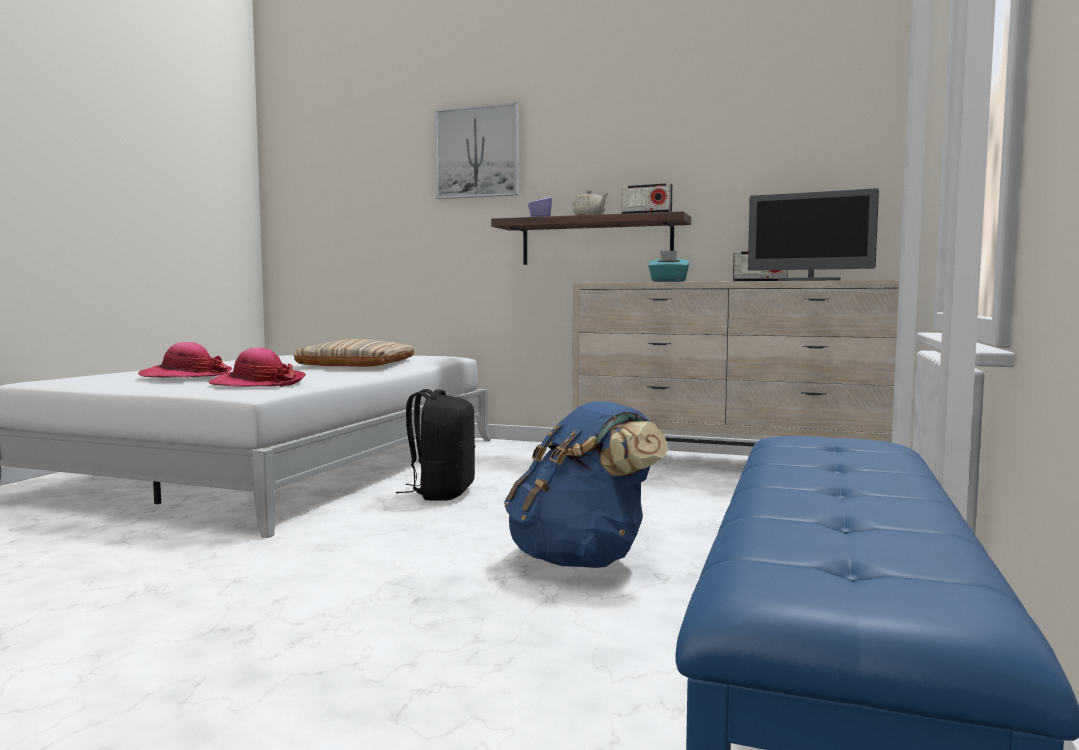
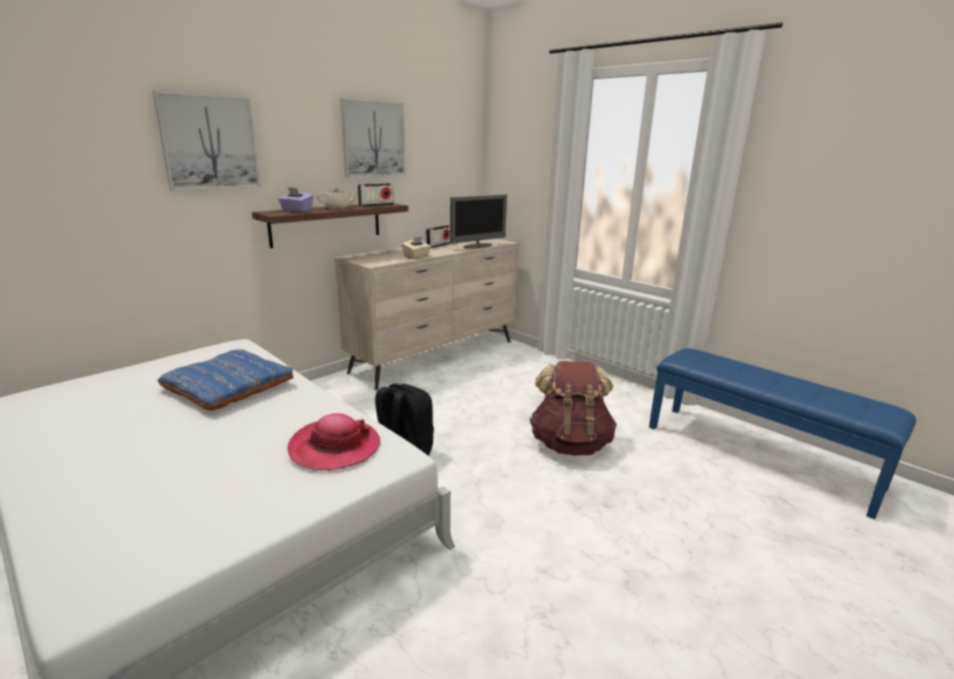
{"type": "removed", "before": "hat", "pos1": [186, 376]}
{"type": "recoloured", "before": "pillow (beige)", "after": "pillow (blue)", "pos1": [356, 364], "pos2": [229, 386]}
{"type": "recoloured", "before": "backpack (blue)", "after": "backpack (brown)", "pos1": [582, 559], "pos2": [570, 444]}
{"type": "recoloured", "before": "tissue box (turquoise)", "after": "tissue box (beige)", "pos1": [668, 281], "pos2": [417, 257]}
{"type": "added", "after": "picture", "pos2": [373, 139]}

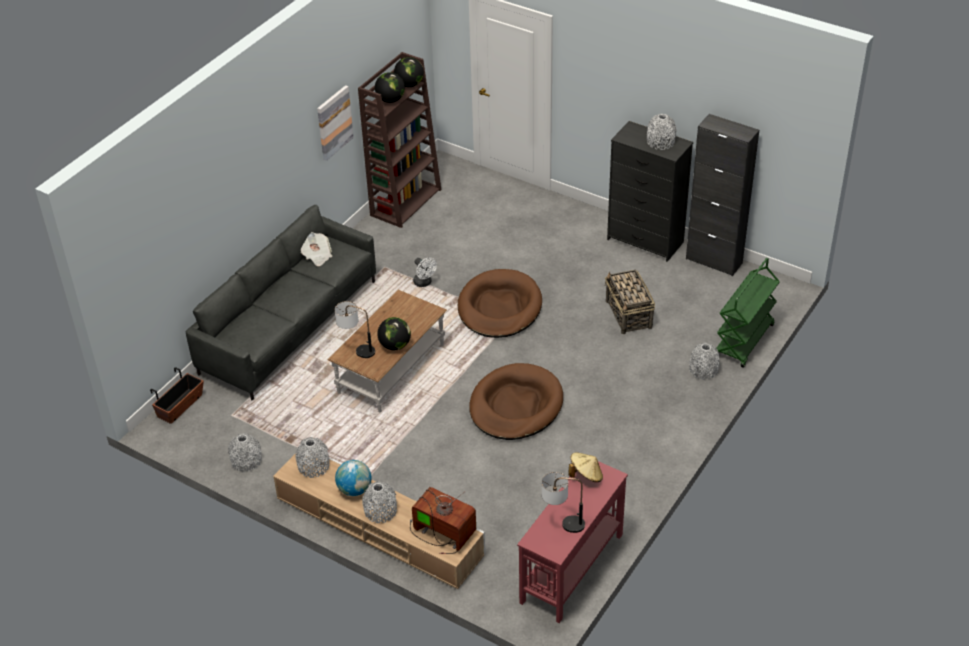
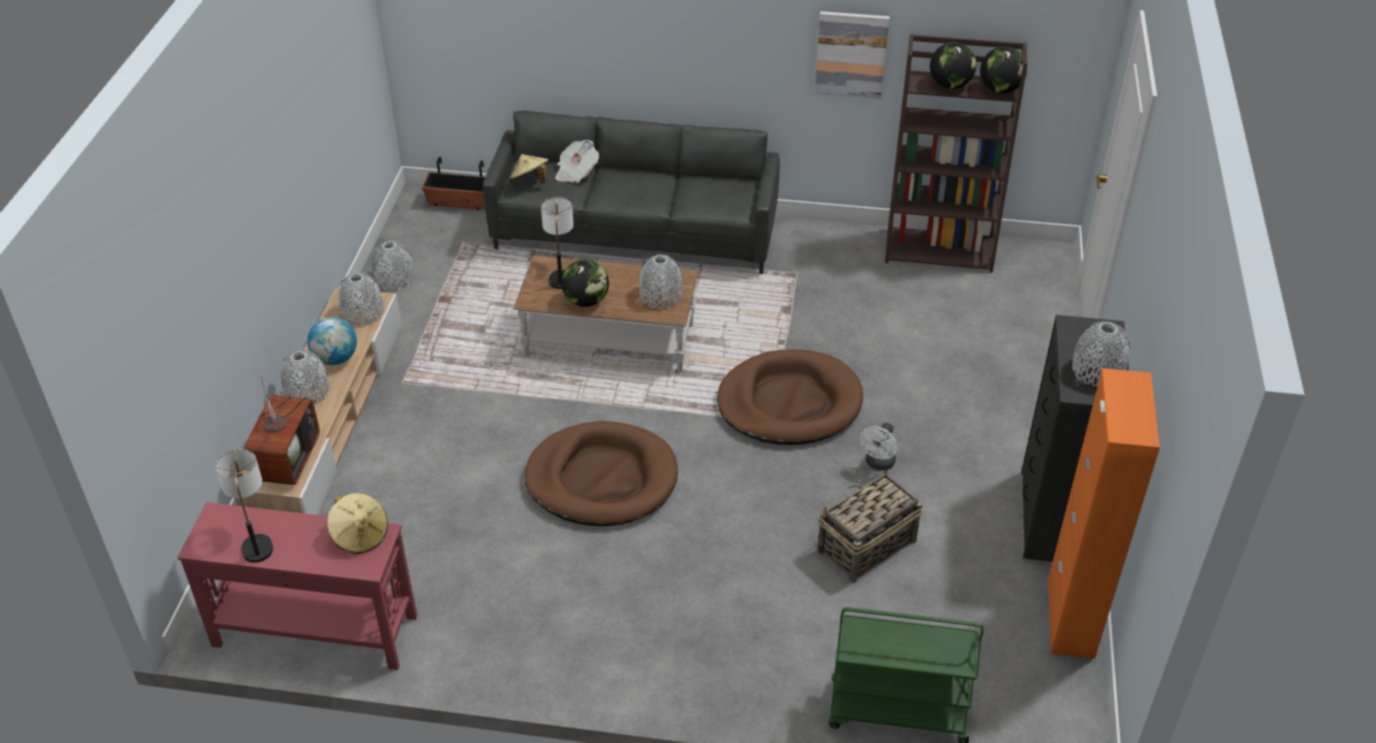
{"type": "moved", "before": "newspaper", "pos1": [317, 255], "pos2": [576, 172]}
{"type": "moved", "before": "fan (white)", "pos1": [424, 283], "pos2": [878, 464]}
{"type": "recoloured", "before": "cabinet (black)", "after": "cabinet (orange)", "pos1": [714, 261], "pos2": [1070, 618]}
{"type": "moved", "before": "vase (grey)", "pos1": [703, 370], "pos2": [661, 296]}
{"type": "added", "after": "hat (beige)", "pos2": [530, 181]}

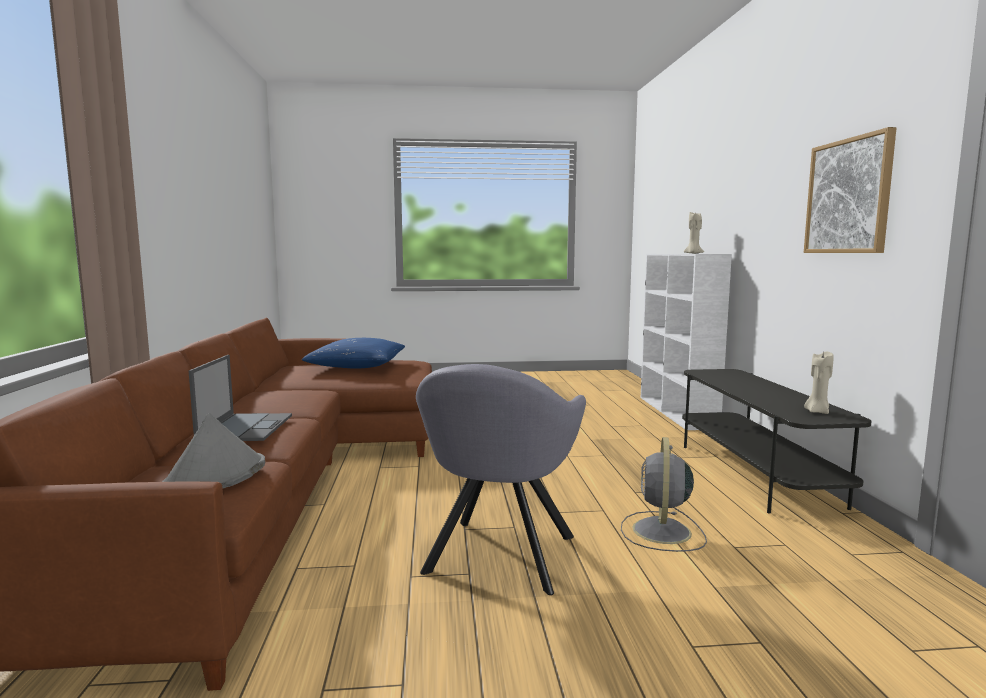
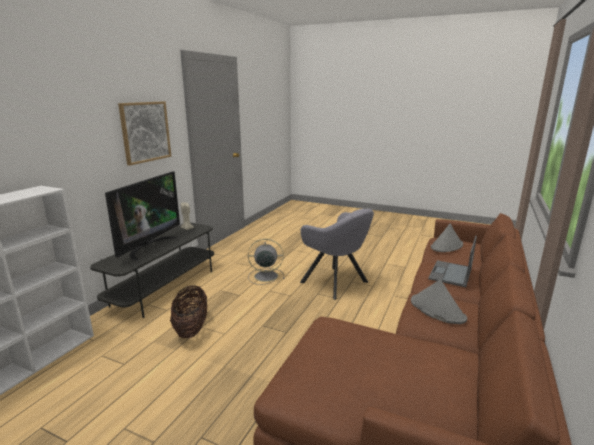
{"type": "removed", "before": "pillow (blue)", "pos1": [357, 366]}
{"type": "turned", "before": "armchair (grey)", "pos1": [498, 558], "pos2": [337, 283], "turn": 90}
{"type": "turned", "before": "fan (grey)", "pos1": [661, 532], "pos2": [265, 276], "turn": -135}
{"type": "removed", "before": "candle (beige)", "pos1": [693, 253]}
{"type": "added", "after": "television", "pos2": [148, 247]}
{"type": "added", "after": "basket", "pos2": [191, 328]}
{"type": "added", "after": "hat (grey)", "pos2": [437, 309]}

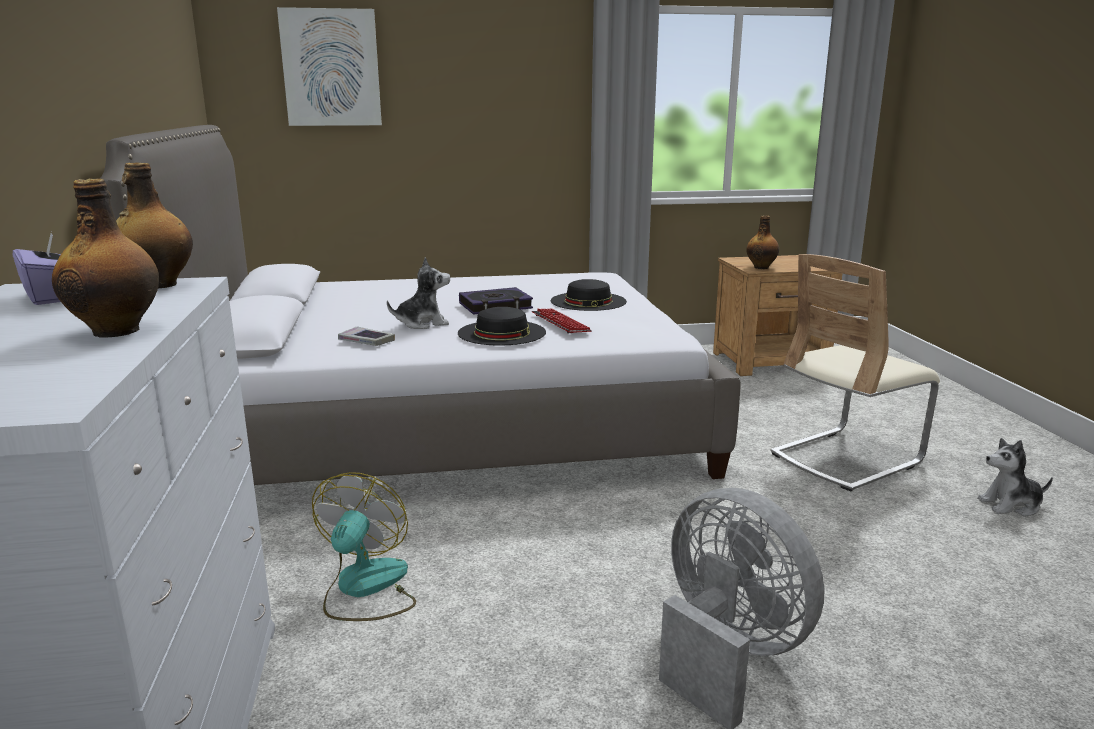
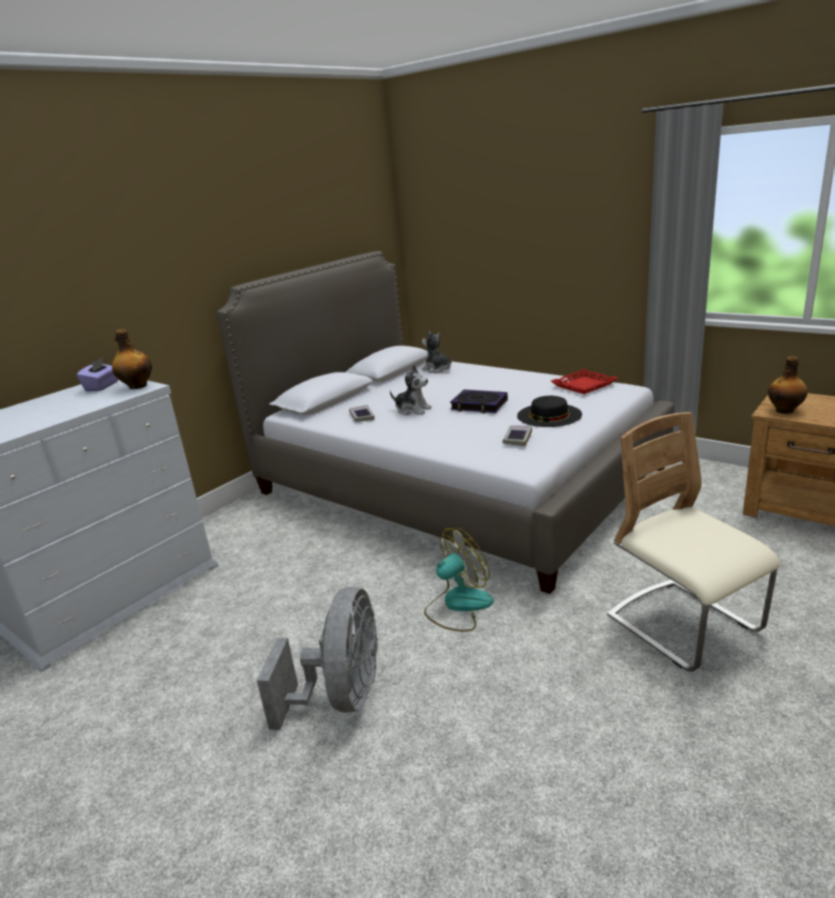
{"type": "removed", "before": "bottle", "pos1": [117, 330]}
{"type": "removed", "before": "picture", "pos1": [331, 68]}
{"type": "moved", "before": "fan", "pos1": [365, 588], "pos2": [458, 605]}
{"type": "removed", "before": "hat (black)", "pos1": [502, 332]}
{"type": "removed", "before": "keyboard", "pos1": [560, 323]}
{"type": "turned", "before": "chair (beige)", "pos1": [845, 458], "pos2": [683, 625], "turn": 45}
{"type": "moved", "before": "plush toy", "pos1": [1011, 505], "pos2": [437, 369]}
{"type": "added", "after": "book", "pos2": [517, 438]}
{"type": "added", "after": "tray (red)", "pos2": [583, 385]}

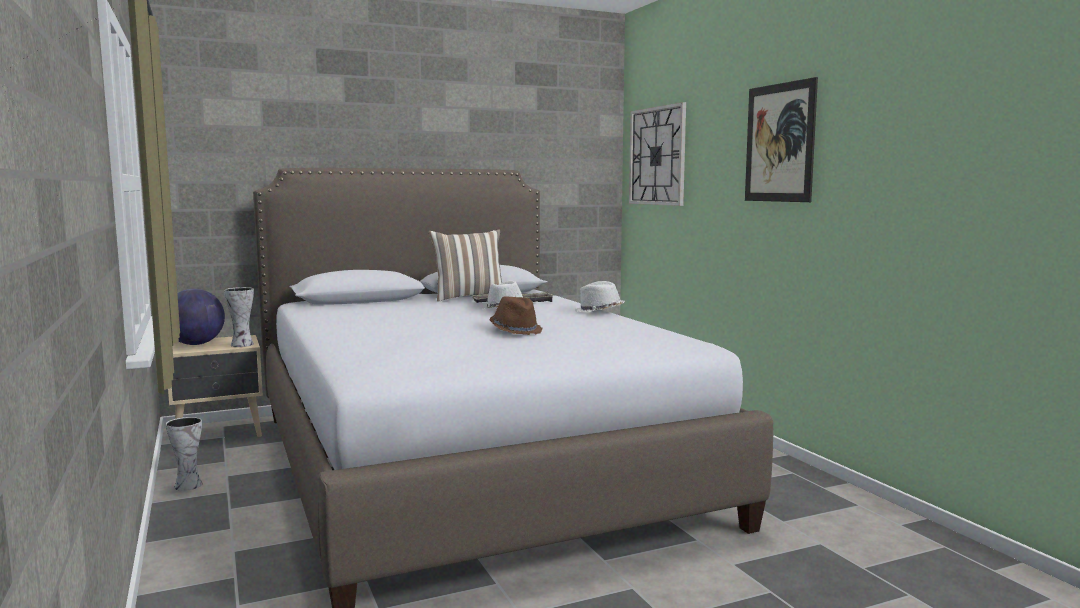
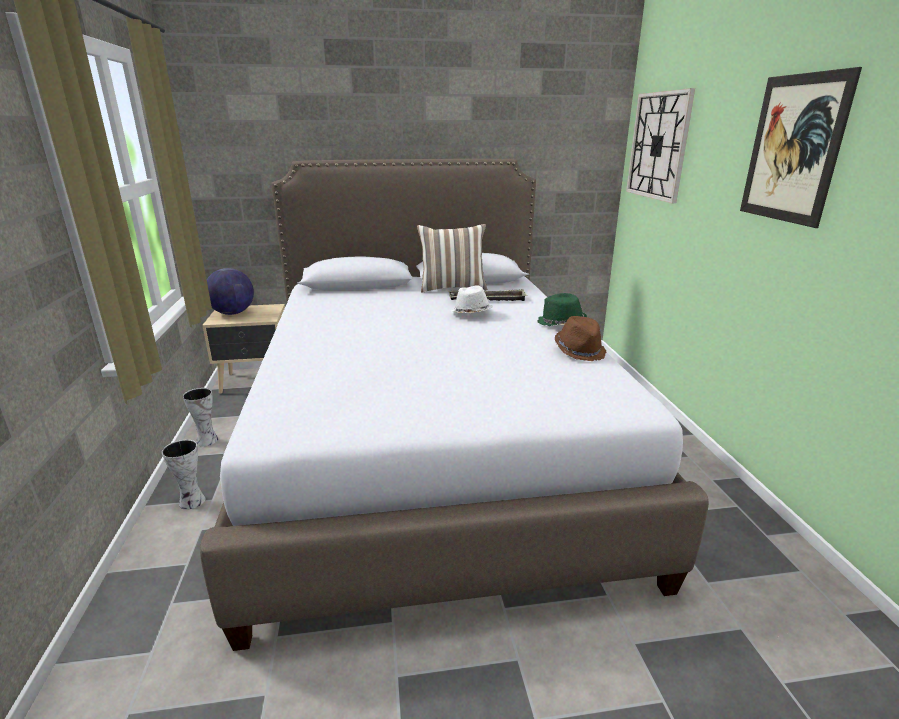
{"type": "moved", "before": "vase", "pos1": [241, 345], "pos2": [191, 502]}
{"type": "moved", "before": "hat (brown)", "pos1": [516, 330], "pos2": [579, 351]}
{"type": "recoloured", "before": "hat (white)", "after": "hat (green)", "pos1": [599, 311], "pos2": [560, 323]}

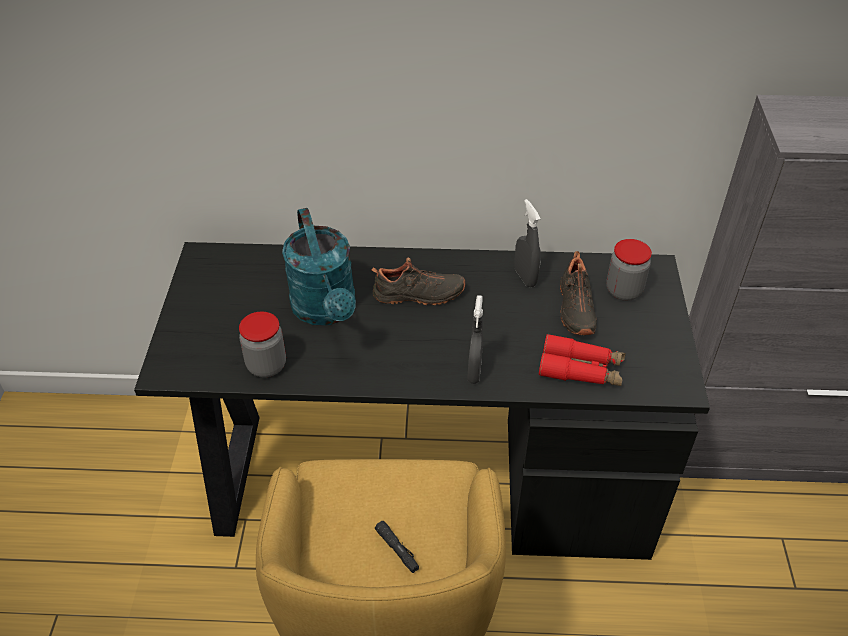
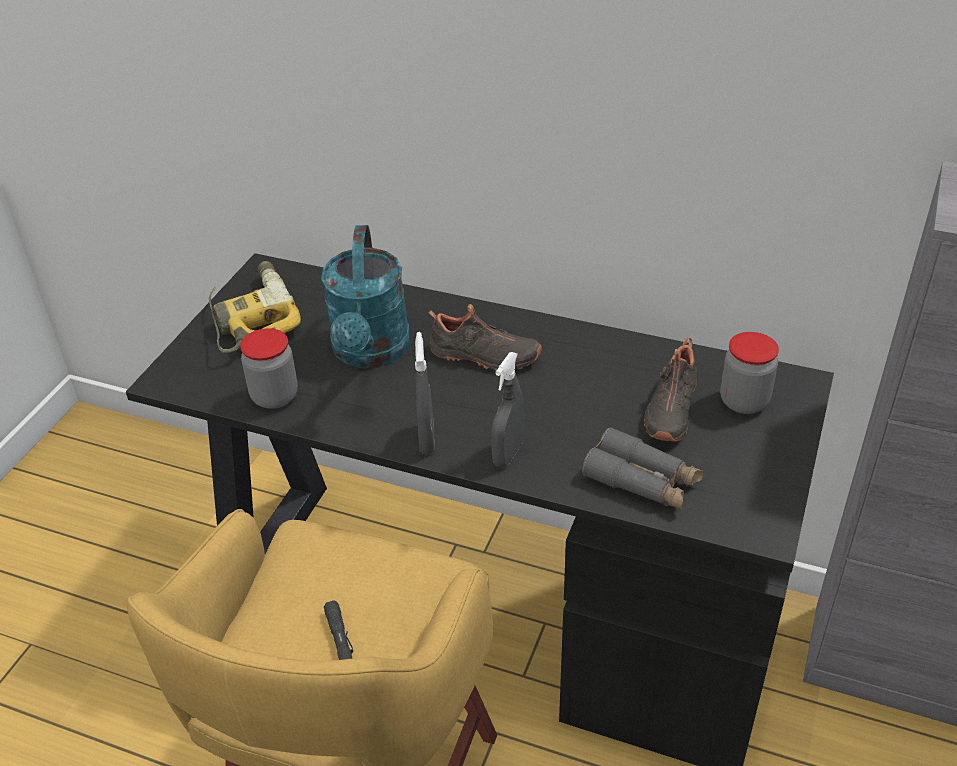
{"type": "moved", "before": "spray bottle (grey)", "pos1": [525, 277], "pos2": [426, 439]}
{"type": "recoloured", "before": "binoculars (red)", "after": "binoculars (grey)", "pos1": [581, 369], "pos2": [642, 481]}
{"type": "added", "after": "power drill", "pos2": [251, 317]}

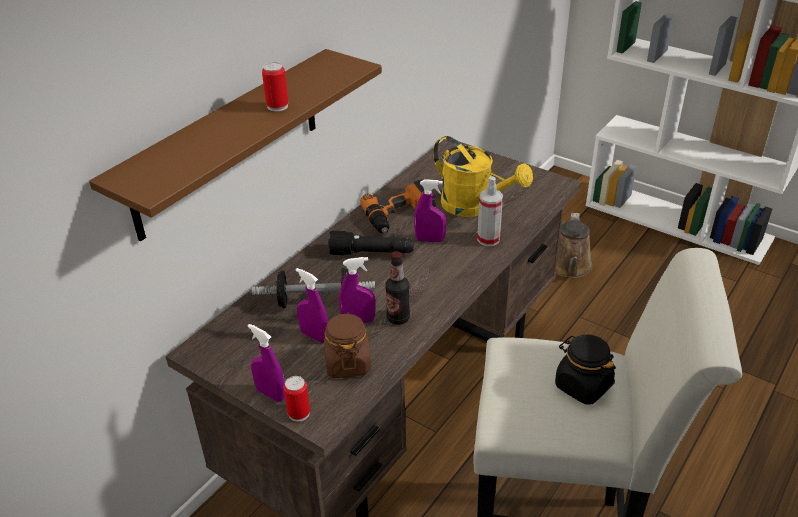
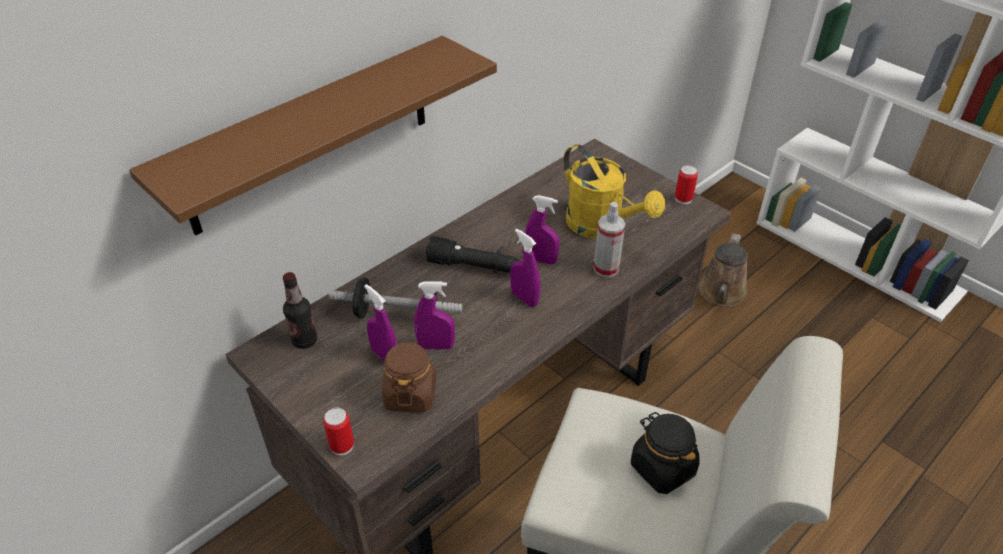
{"type": "moved", "before": "spray bottle (purple)", "pos1": [270, 394], "pos2": [524, 299]}
{"type": "moved", "before": "can", "pos1": [277, 106], "pos2": [683, 199]}
{"type": "removed", "before": "power drill", "pos1": [400, 215]}
{"type": "moved", "before": "bottle", "pos1": [398, 318], "pos2": [304, 341]}

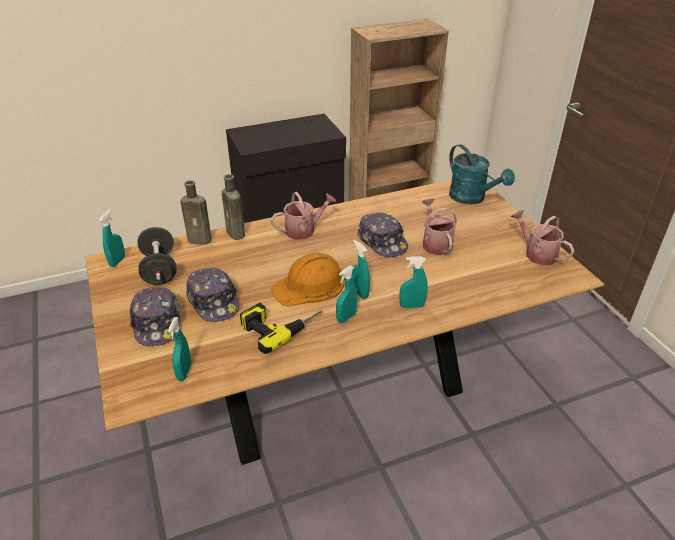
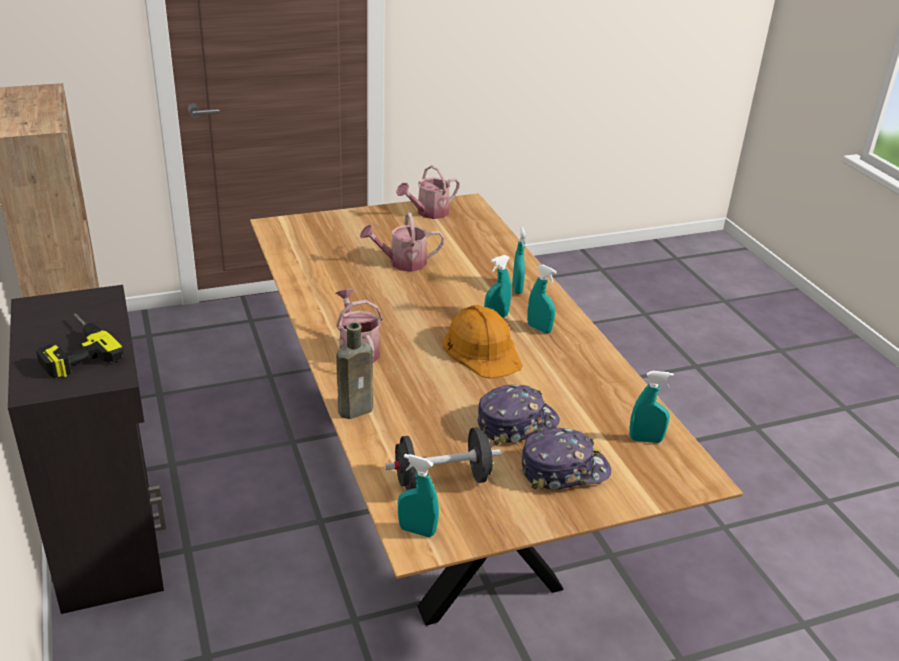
{"type": "removed", "before": "bottle (brown)", "pos1": [201, 240]}
{"type": "moved", "before": "power drill", "pos1": [280, 324], "pos2": [72, 350]}
{"type": "removed", "before": "cap", "pos1": [382, 241]}
{"type": "removed", "before": "watering can (turquoise)", "pos1": [472, 198]}

